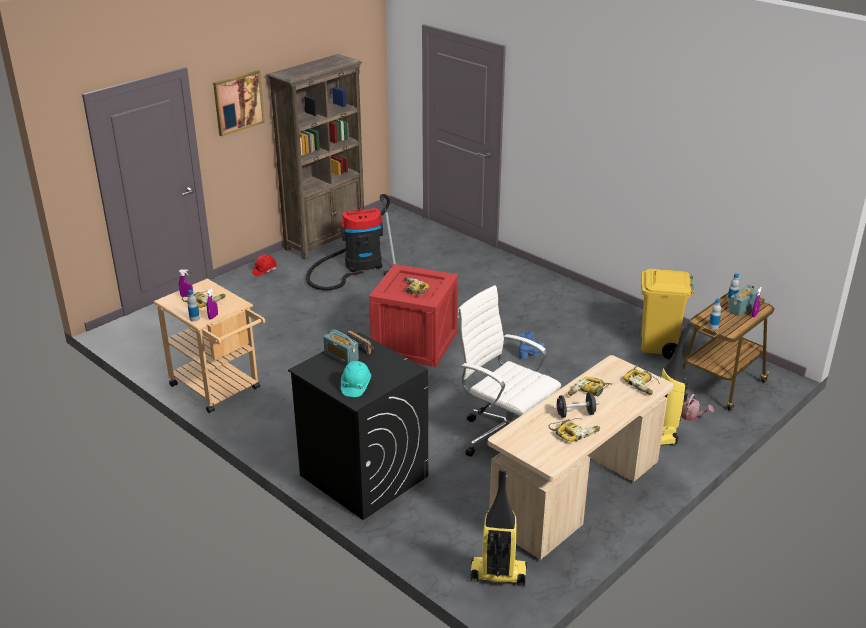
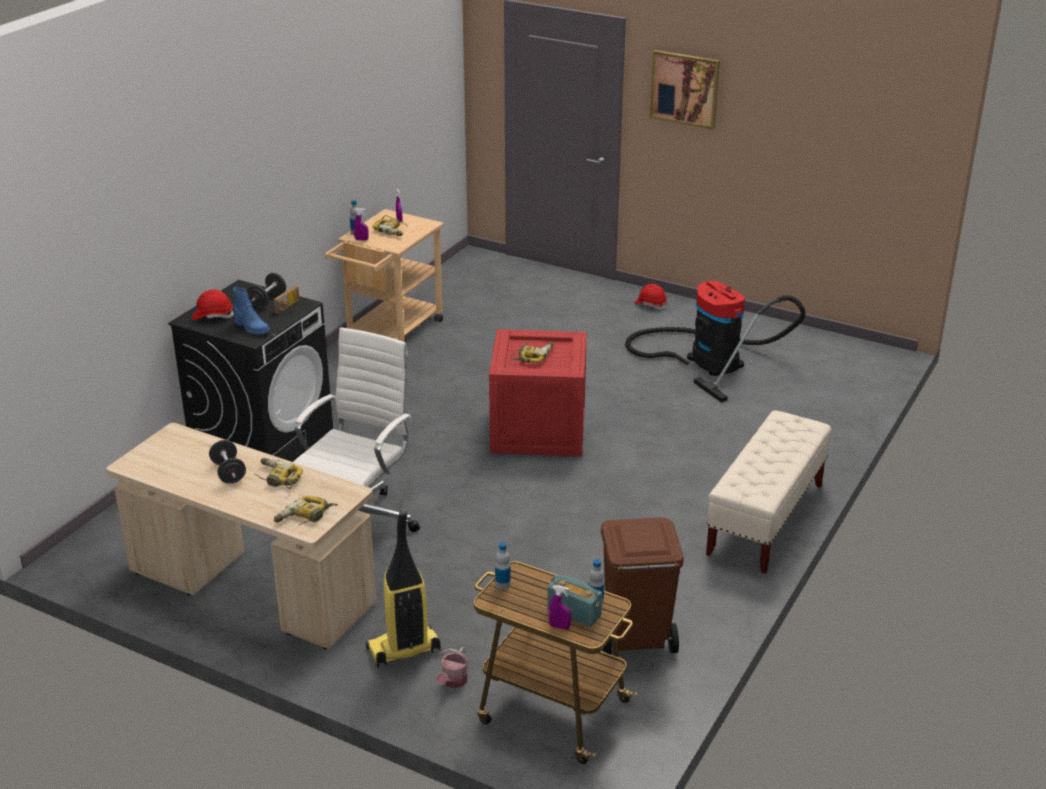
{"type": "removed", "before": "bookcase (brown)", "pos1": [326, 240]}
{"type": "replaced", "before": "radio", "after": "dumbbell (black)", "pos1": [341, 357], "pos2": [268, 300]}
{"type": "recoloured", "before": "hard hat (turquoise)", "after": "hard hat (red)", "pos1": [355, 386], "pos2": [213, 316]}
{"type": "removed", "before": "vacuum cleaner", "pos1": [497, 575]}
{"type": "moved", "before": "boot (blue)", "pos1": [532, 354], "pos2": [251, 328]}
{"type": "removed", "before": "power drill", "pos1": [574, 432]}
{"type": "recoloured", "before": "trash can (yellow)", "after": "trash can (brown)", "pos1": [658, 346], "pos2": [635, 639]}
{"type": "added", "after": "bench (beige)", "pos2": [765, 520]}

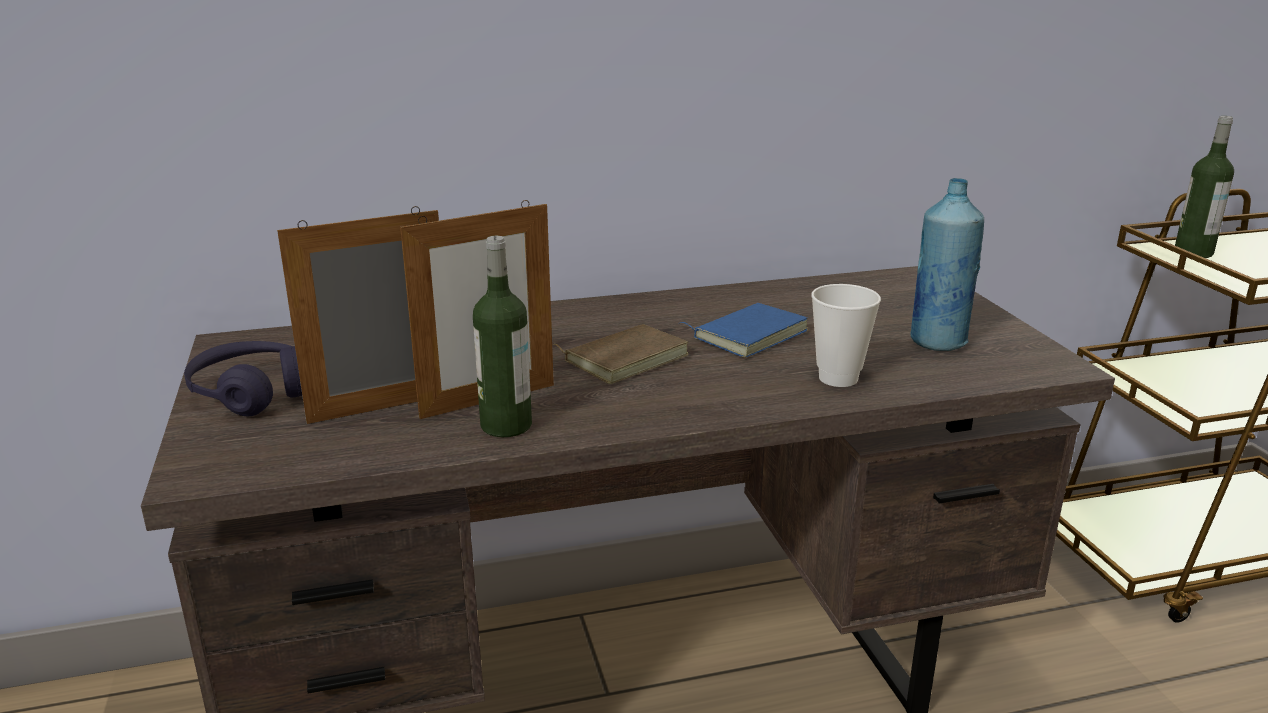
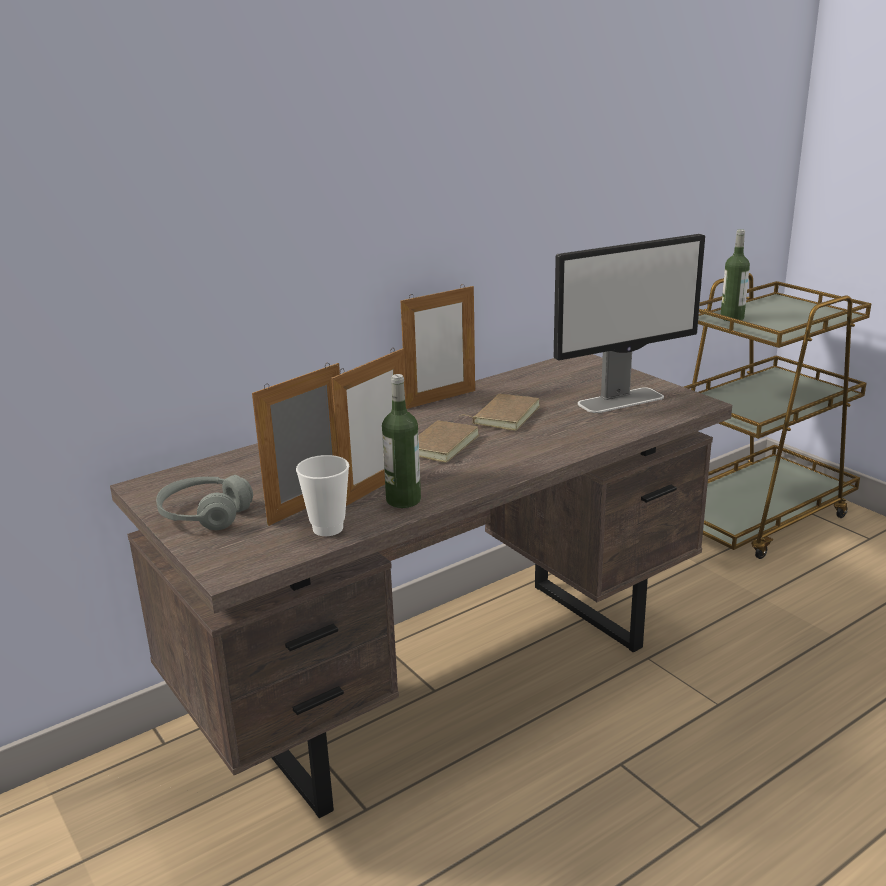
{"type": "recoloured", "before": "headphones (purple)", "after": "headphones (grey)", "pos1": [252, 393], "pos2": [205, 515]}
{"type": "recoloured", "before": "book (blue)", "after": "book (brown)", "pos1": [748, 334], "pos2": [504, 415]}
{"type": "moved", "before": "cup", "pos1": [838, 378], "pos2": [328, 528]}
{"type": "replaced", "before": "bottle (blue)", "after": "monitor", "pos1": [937, 342], "pos2": [621, 400]}
{"type": "added", "after": "picture frame", "pos2": [441, 399]}

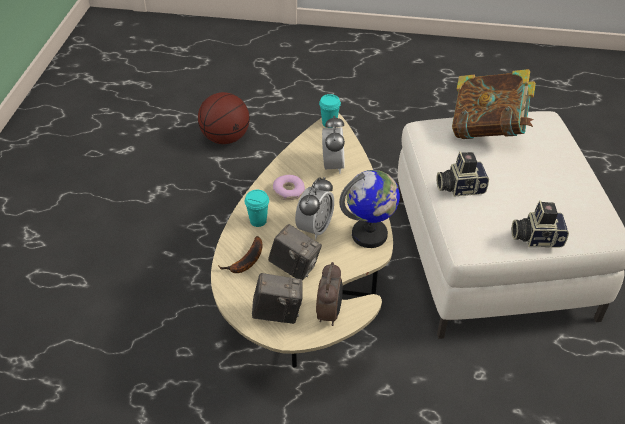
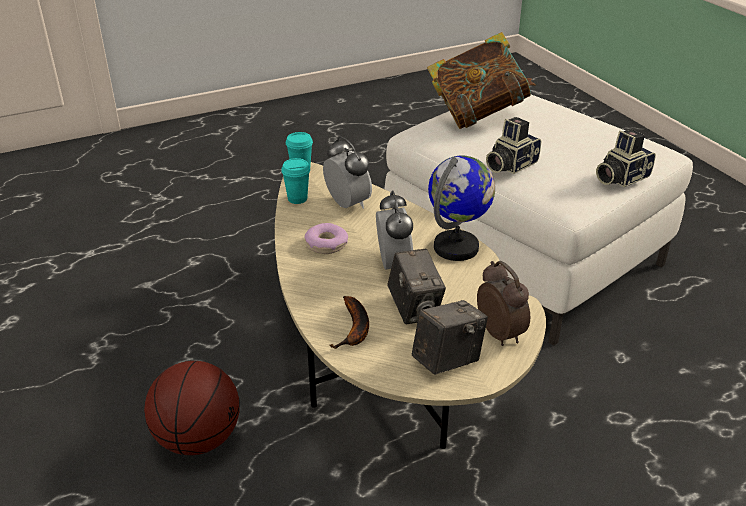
{"type": "moved", "before": "basketball", "pos1": [225, 138], "pos2": [198, 439]}
{"type": "moved", "before": "cup (turquoise)", "pos1": [258, 221], "pos2": [297, 199]}
{"type": "turned", "before": "photo camera", "pos1": [295, 267], "pos2": [414, 309], "turn": 75}

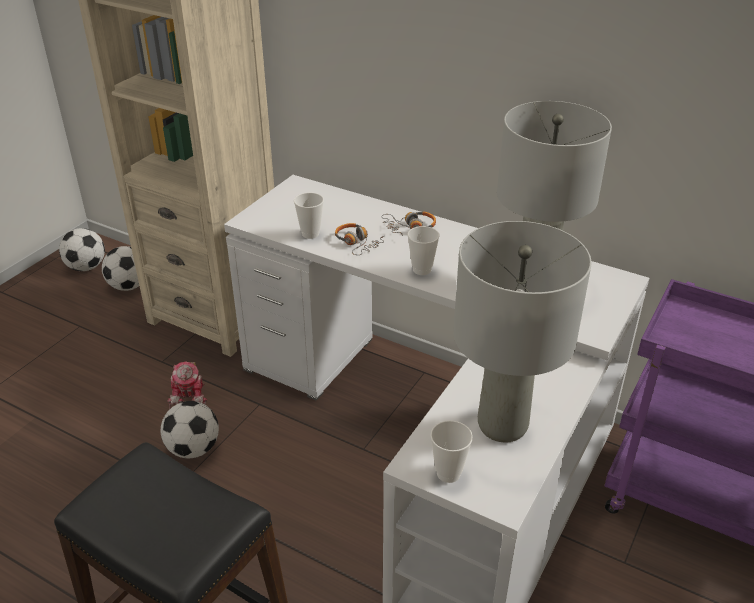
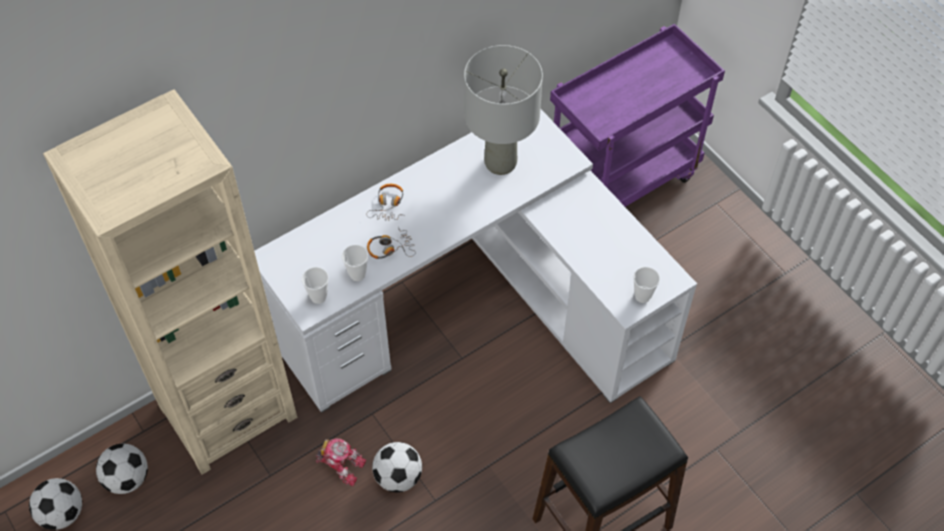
{"type": "moved", "before": "cup", "pos1": [422, 270], "pos2": [318, 297]}
{"type": "removed", "before": "table lamp (grey)", "pos1": [502, 424]}

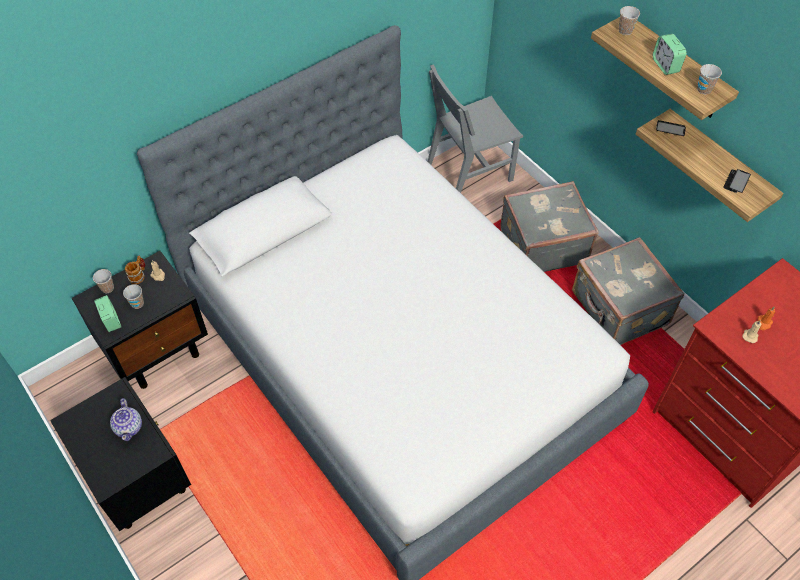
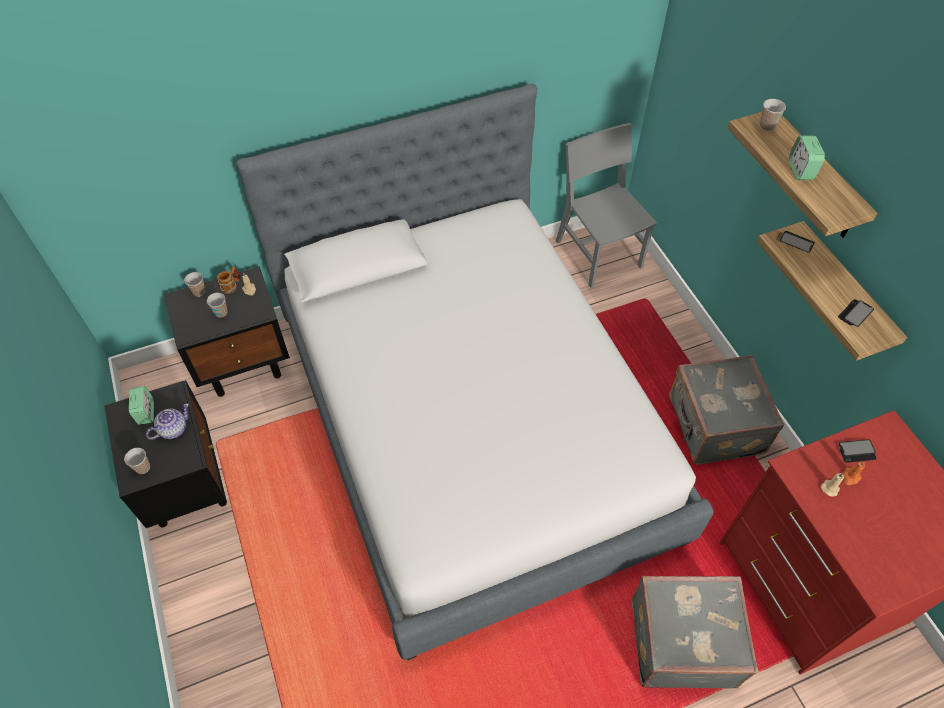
{"type": "moved", "before": "alarm clock", "pos1": [111, 321], "pos2": [146, 412]}
{"type": "turned", "before": "teapot", "pos1": [129, 427], "pos2": [173, 429], "turn": -135}
{"type": "turned", "before": "chair (grey)", "pos1": [469, 172], "pos2": [598, 254], "turn": 75}
{"type": "moved", "before": "suitcase (grey)", "pos1": [542, 245], "pos2": [681, 640]}
{"type": "moved", "before": "cup", "pos1": [704, 89], "pos2": [143, 468]}
{"type": "added", "after": "phone", "pos2": [856, 451]}

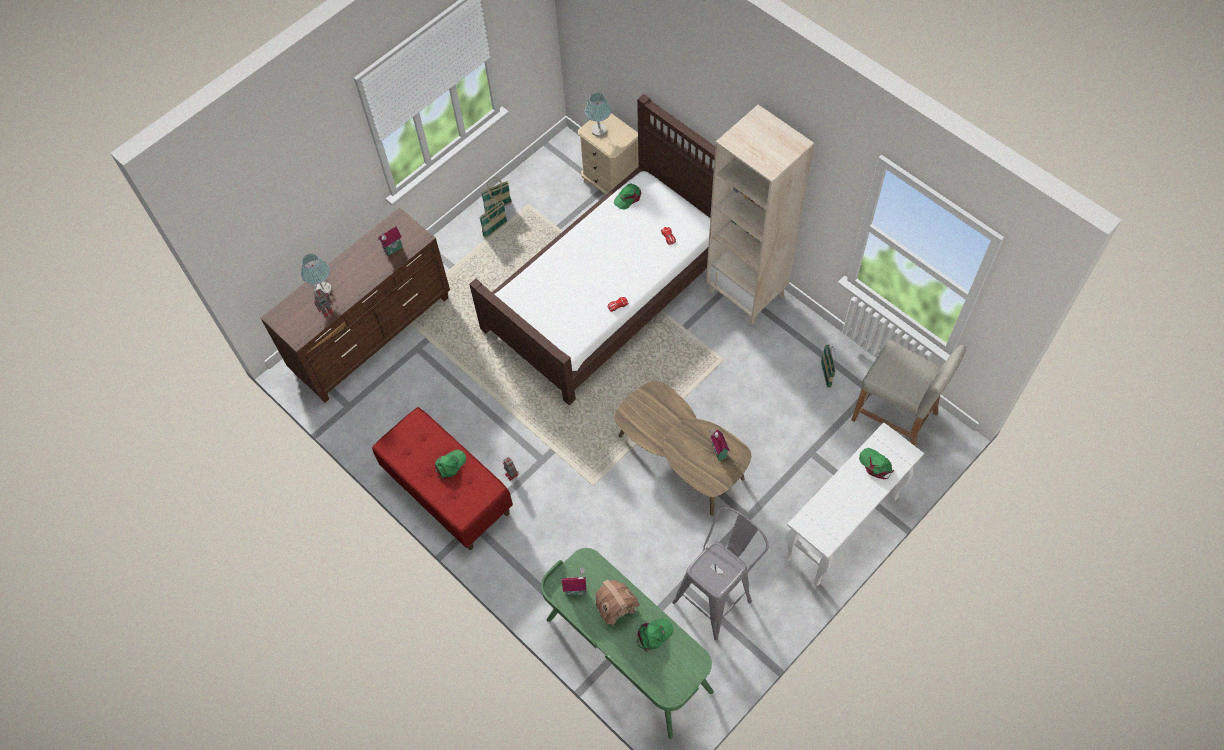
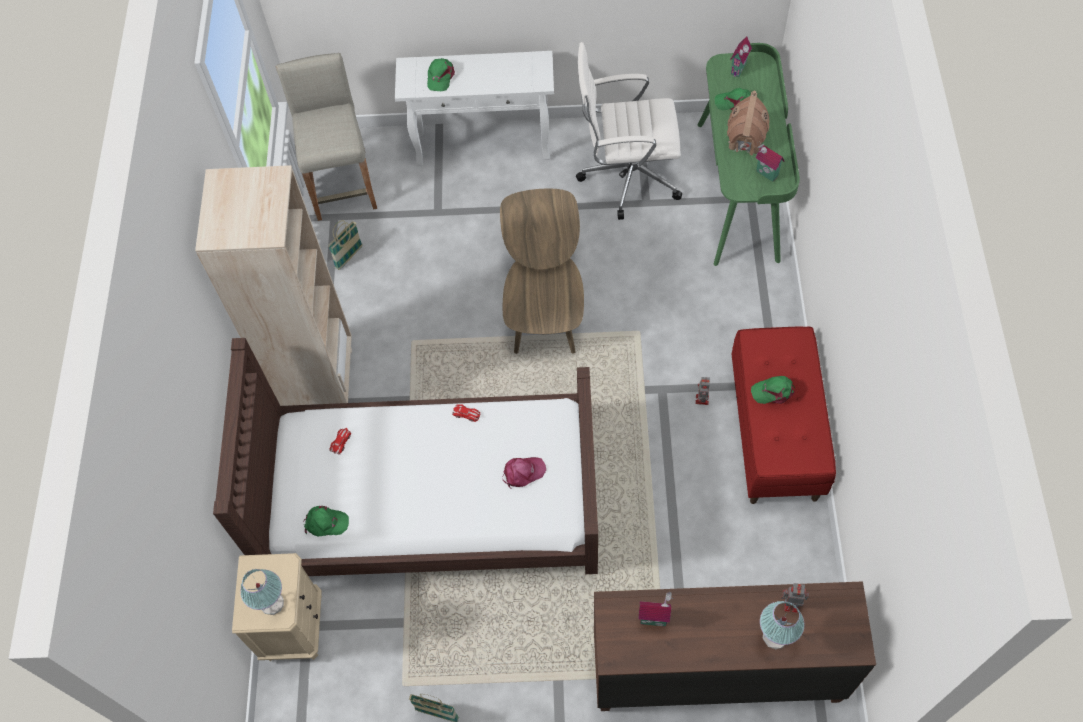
{"type": "removed", "before": "basket", "pos1": [495, 229]}
{"type": "replaced", "before": "stool (grey)", "after": "office chair (white)", "pos1": [717, 596], "pos2": [627, 175]}
{"type": "moved", "before": "toy house", "pos1": [717, 452], "pos2": [739, 69]}
{"type": "added", "after": "cap (pink)", "pos2": [523, 472]}

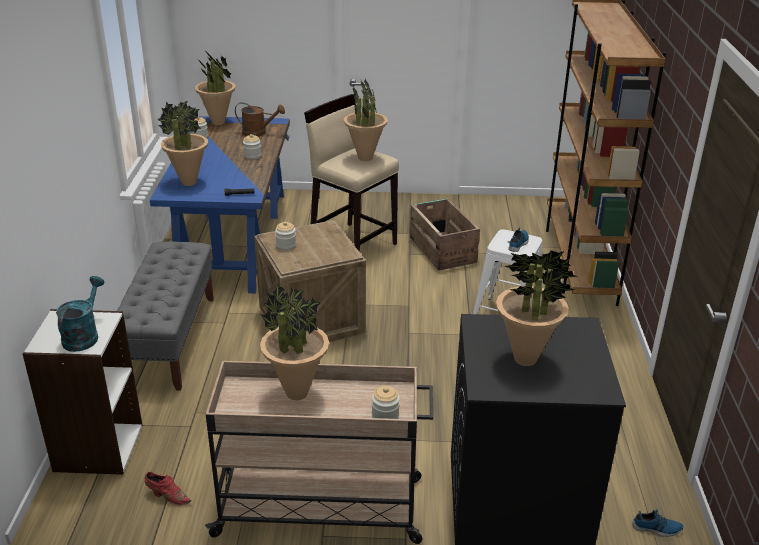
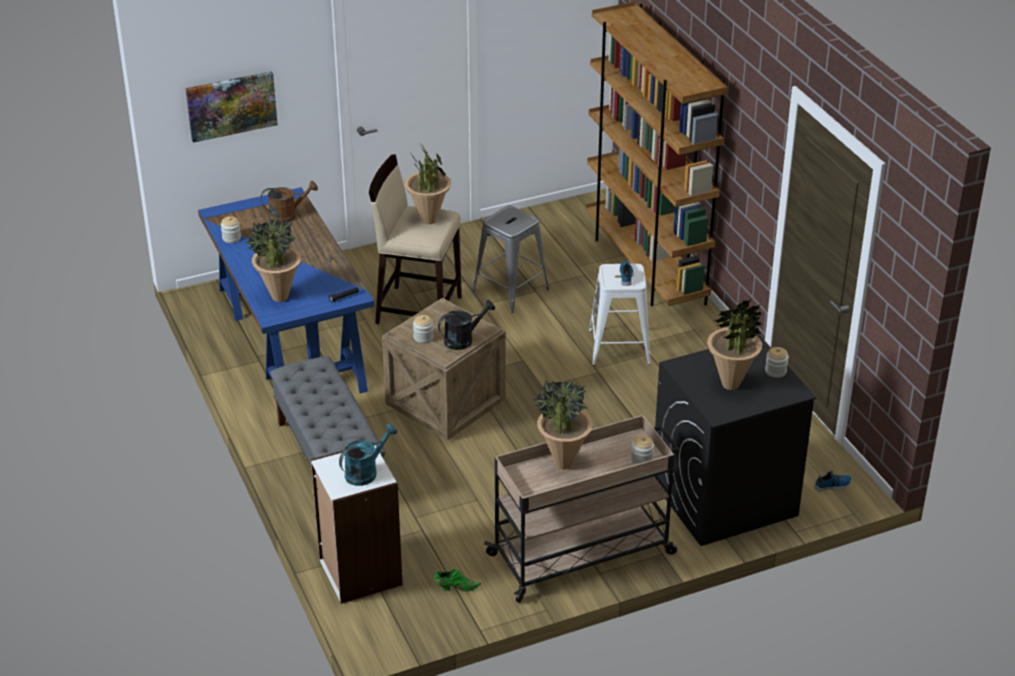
{"type": "turned", "before": "watering can (turquoise)", "pos1": [83, 336], "pos2": [366, 472], "turn": 60}
{"type": "recoloured", "before": "shoe (red)", "after": "shoe (green)", "pos1": [167, 496], "pos2": [455, 588]}
{"type": "removed", "before": "potted plant", "pos1": [218, 122]}
{"type": "moved", "before": "jar", "pos1": [252, 156], "pos2": [775, 371]}
{"type": "replaced", "before": "crate", "after": "stool (grey)", "pos1": [442, 249], "pos2": [510, 290]}
{"type": "added", "after": "picture", "pos2": [231, 105]}
{"type": "added", "after": "watering can (black)", "pos2": [463, 339]}

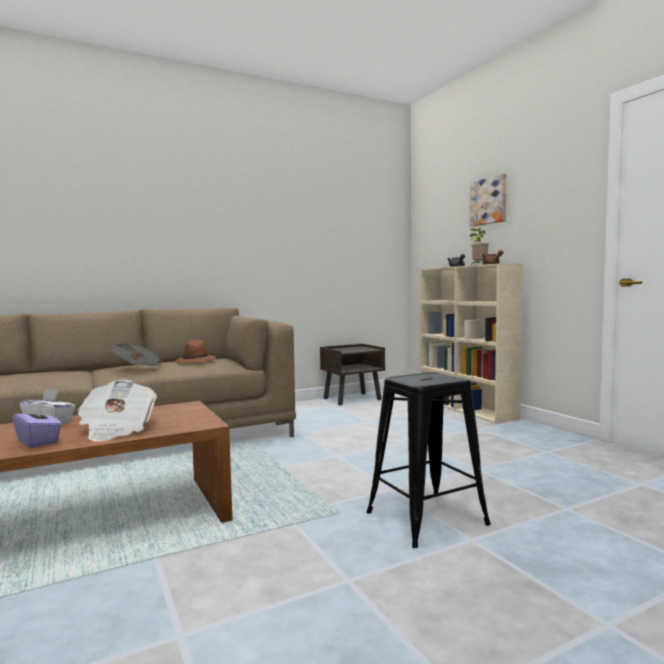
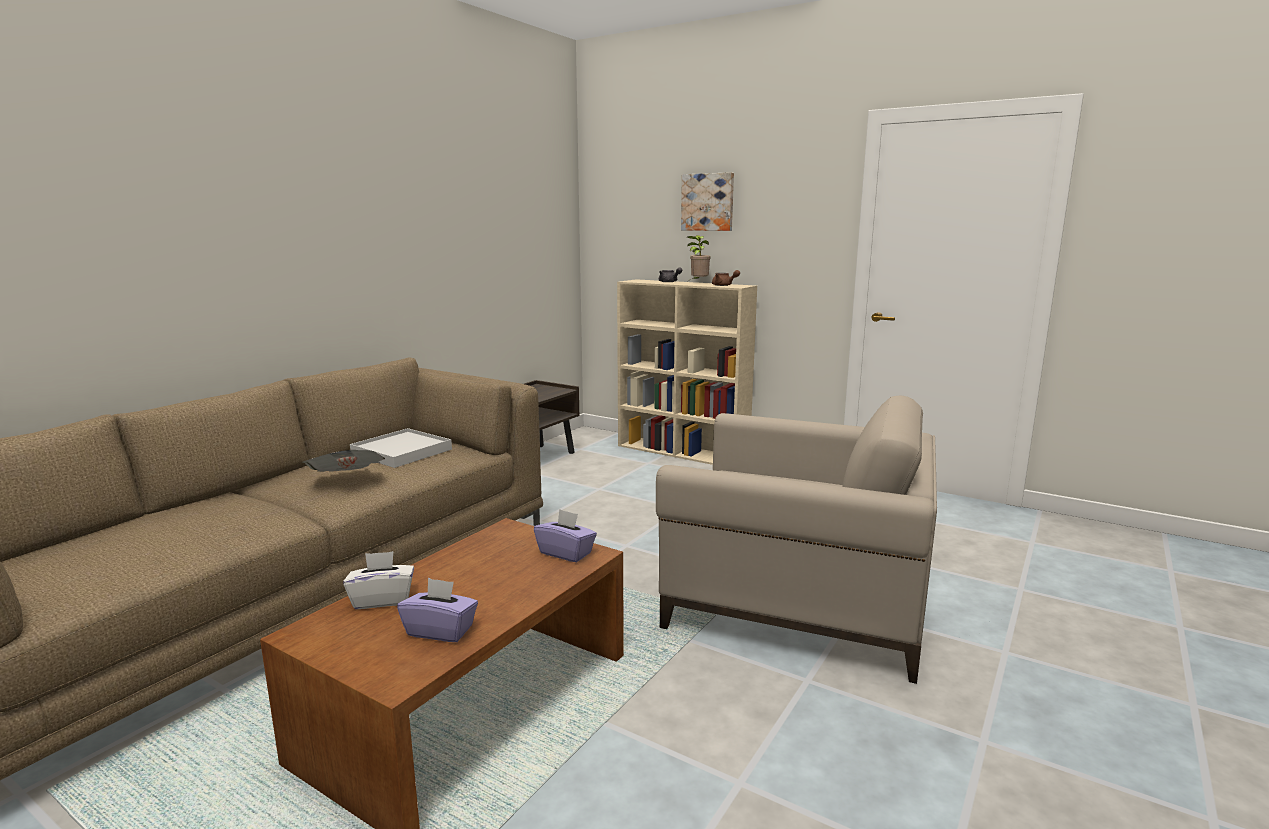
{"type": "removed", "before": "newspaper", "pos1": [117, 430]}
{"type": "replaced", "before": "hat (brown)", "after": "tray (white)", "pos1": [196, 362], "pos2": [402, 452]}
{"type": "replaced", "before": "stool (black)", "after": "armchair (beige)", "pos1": [426, 518], "pos2": [797, 598]}
{"type": "added", "after": "tissue box (purple)", "pos2": [566, 553]}

